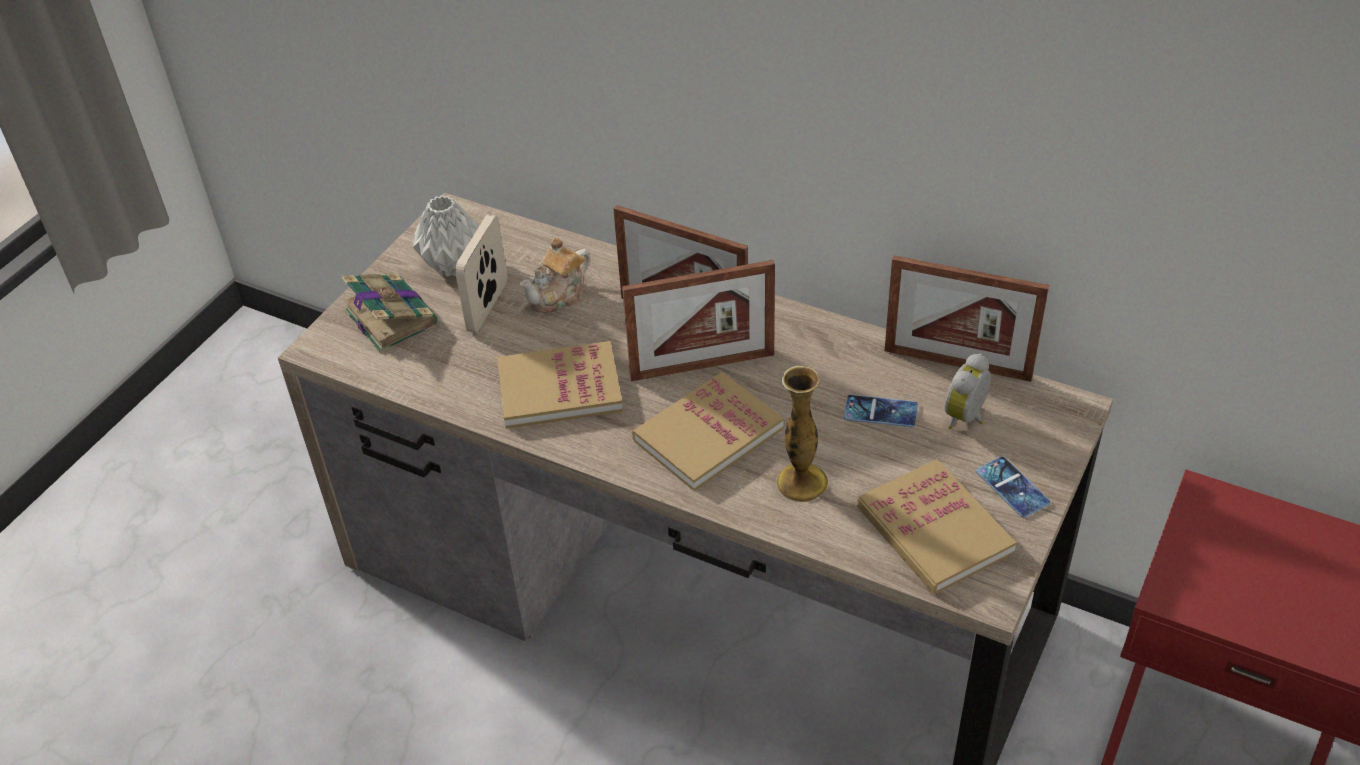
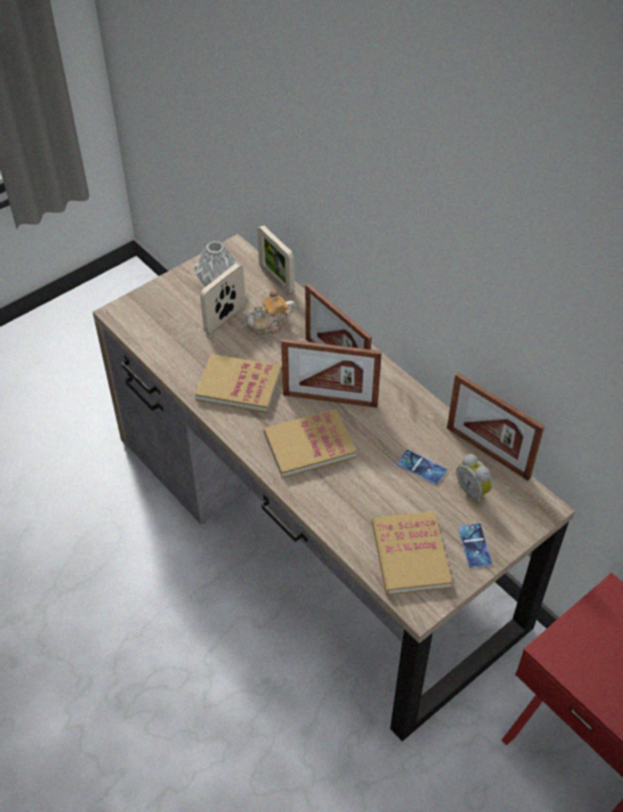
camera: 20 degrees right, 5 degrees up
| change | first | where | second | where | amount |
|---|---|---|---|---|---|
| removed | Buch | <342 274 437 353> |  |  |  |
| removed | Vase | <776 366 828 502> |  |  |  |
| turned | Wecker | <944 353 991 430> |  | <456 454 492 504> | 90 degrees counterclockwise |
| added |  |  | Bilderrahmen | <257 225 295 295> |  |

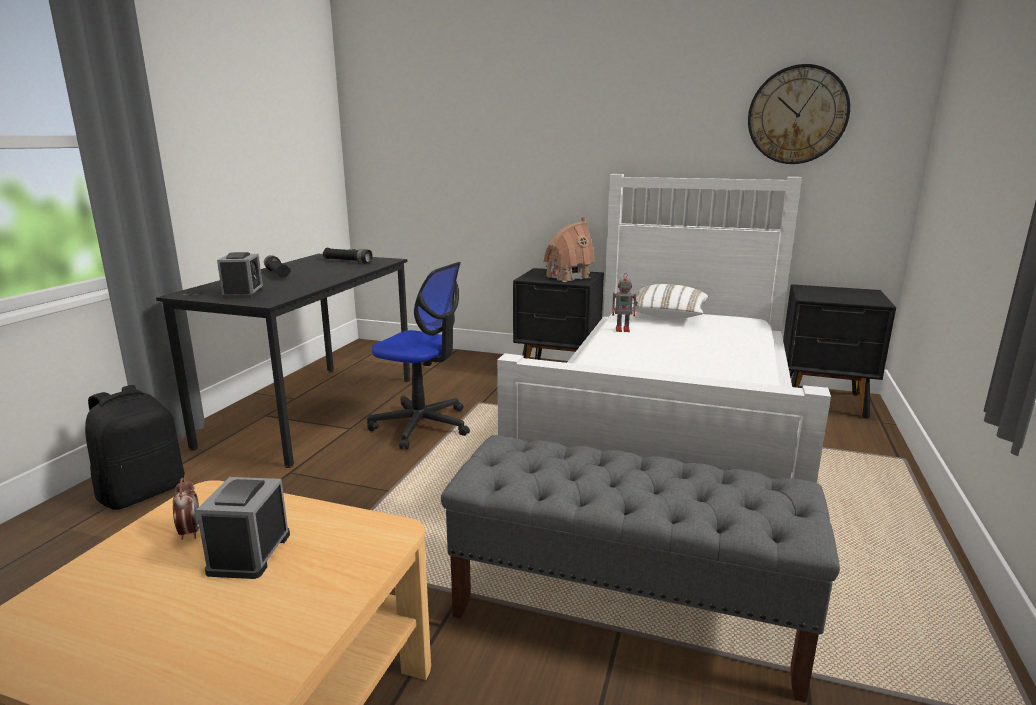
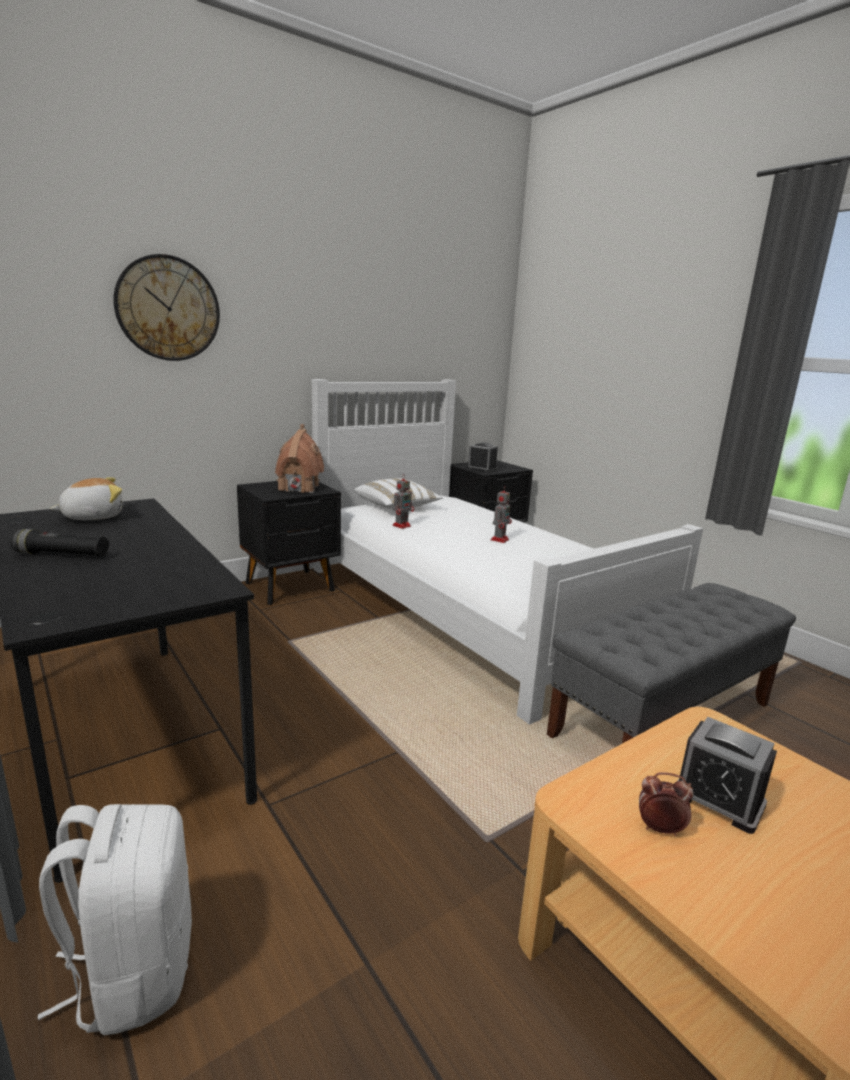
camera: 55 degrees left, 0 degrees up
| change | first | where | second | where | amount |
|---|---|---|---|---|---|
| recoloured | Rucksack/schwarz | <85 385 185 510> | Rucksack/weiß | <38 804 192 1035> |  |
| moved | Wecker | <217 252 264 299> |  | <467 442 498 472> |  |
| replaced | Taschenlampe/schwarz | <323 248 373 263> | Plüschtier | <50 477 122 520> |  |
| removed | Bürostuhl | <367 262 470 449> |  |  |  |
| moved | Wanduhr | <748 64 850 164> |  | <113 254 220 361> |  |
| added |  |  | Spielzeugroboter | <490 486 512 543> |  |

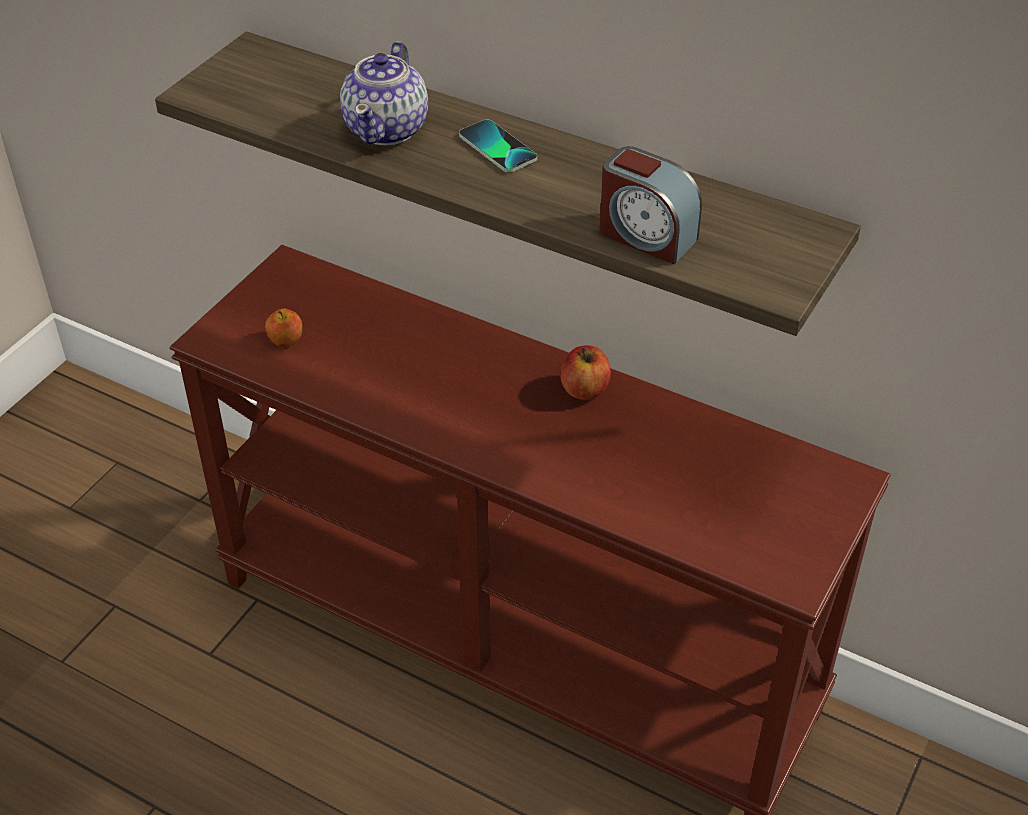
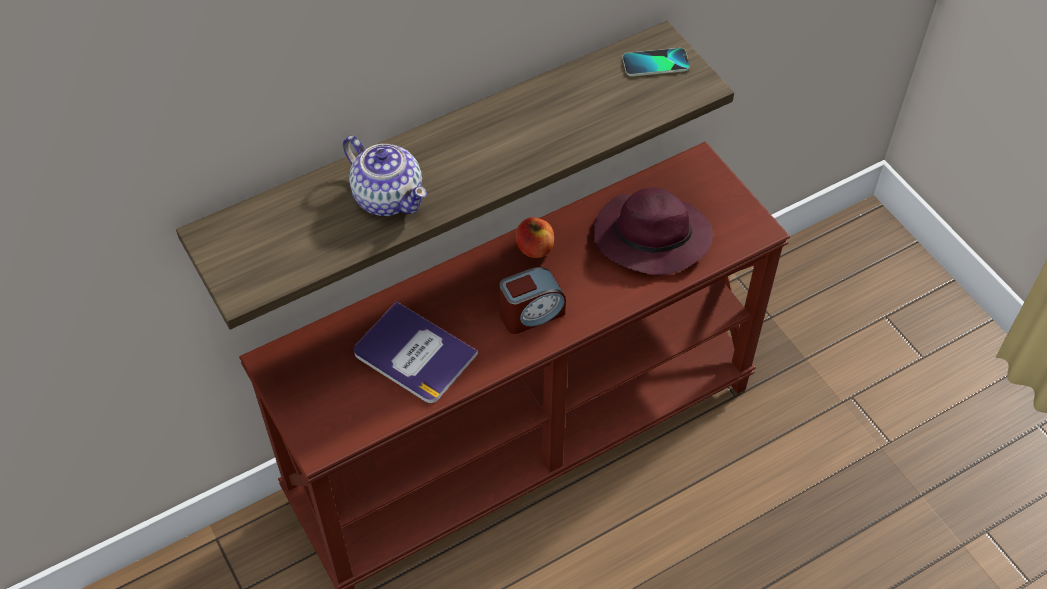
camera: 60 degrees left, 10 degrees up
| change | first | where | second | where | amount |
|---|---|---|---|---|---|
| removed | Apfel | <265 309 302 346> |  |  |  |
| moved | Handy | <459 120 537 173> |  | <622 48 690 76> |  |
| moved | Wecker | <600 146 702 264> |  | <499 267 566 334> |  |
| added |  |  | Buch | <354 301 478 403> |  |
| added |  |  | Hut/lila | <593 188 713 275> |  |

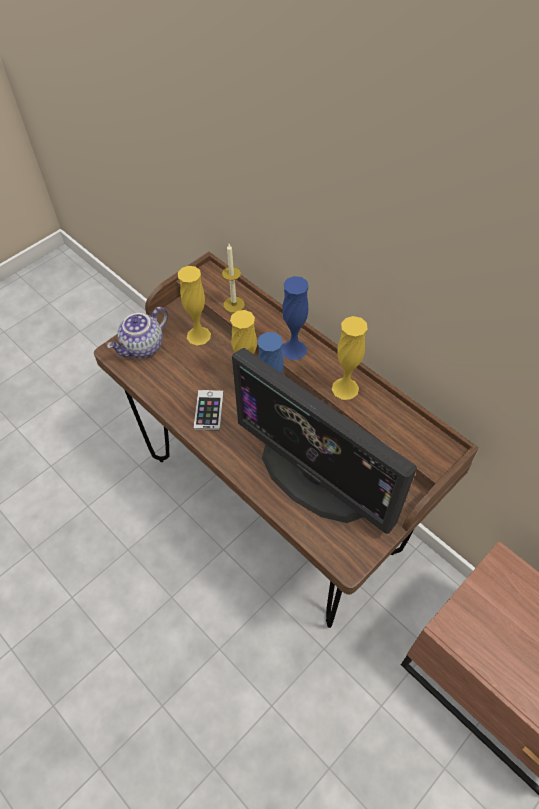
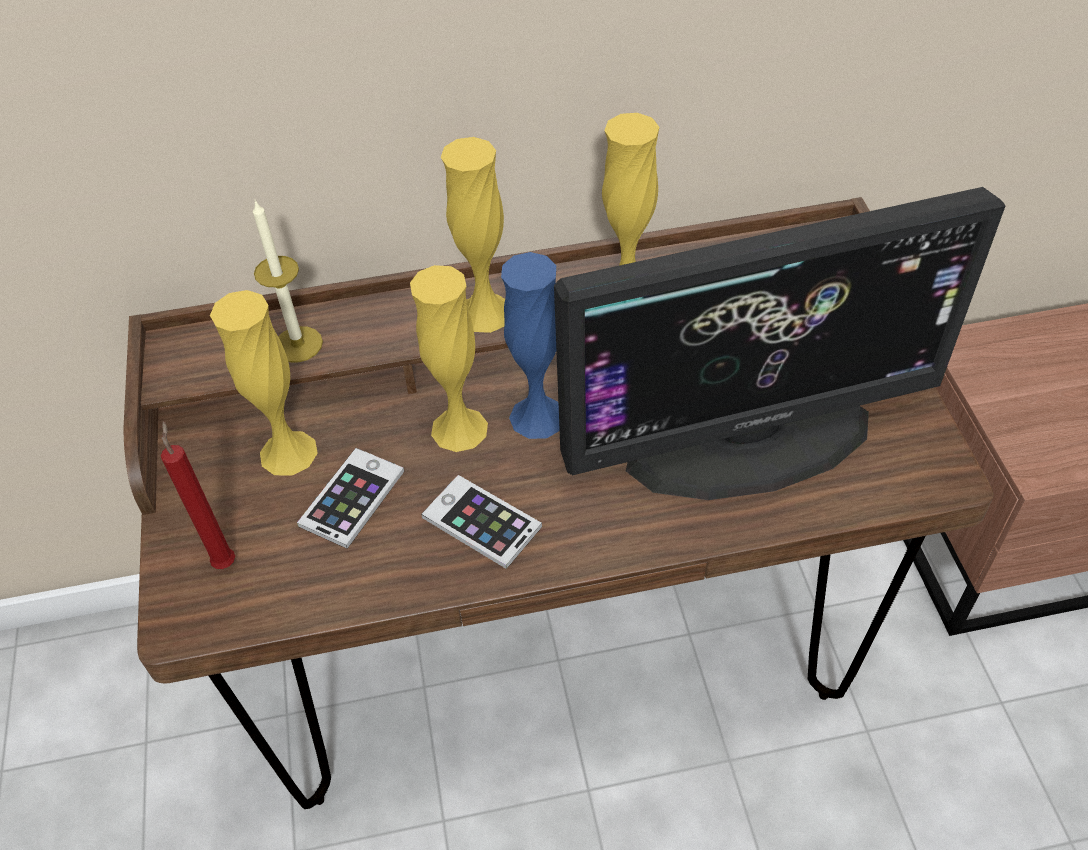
camera: 55 degrees left, 5 degrees down
| change | first | where | second | where | amount |
|---|---|---|---|---|---|
| replaced | Teekanne | <107 307 168 358> | Kerze/rot | <161 421 235 569> |  |
| recoloured | Vase/blau | <282 276 309 360> | Vase/gelb | <441 137 505 333> |  |
| added |  |  | Handy | <297 448 404 549> |  |

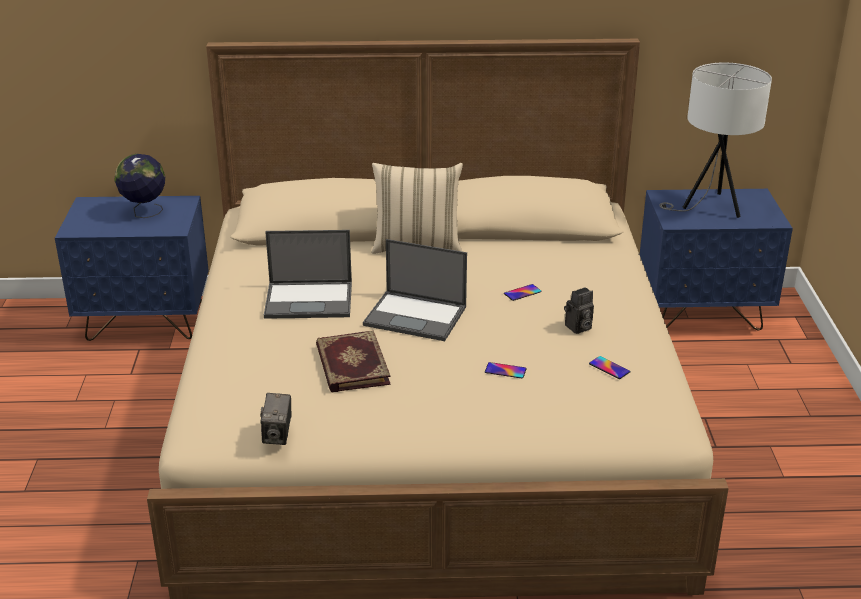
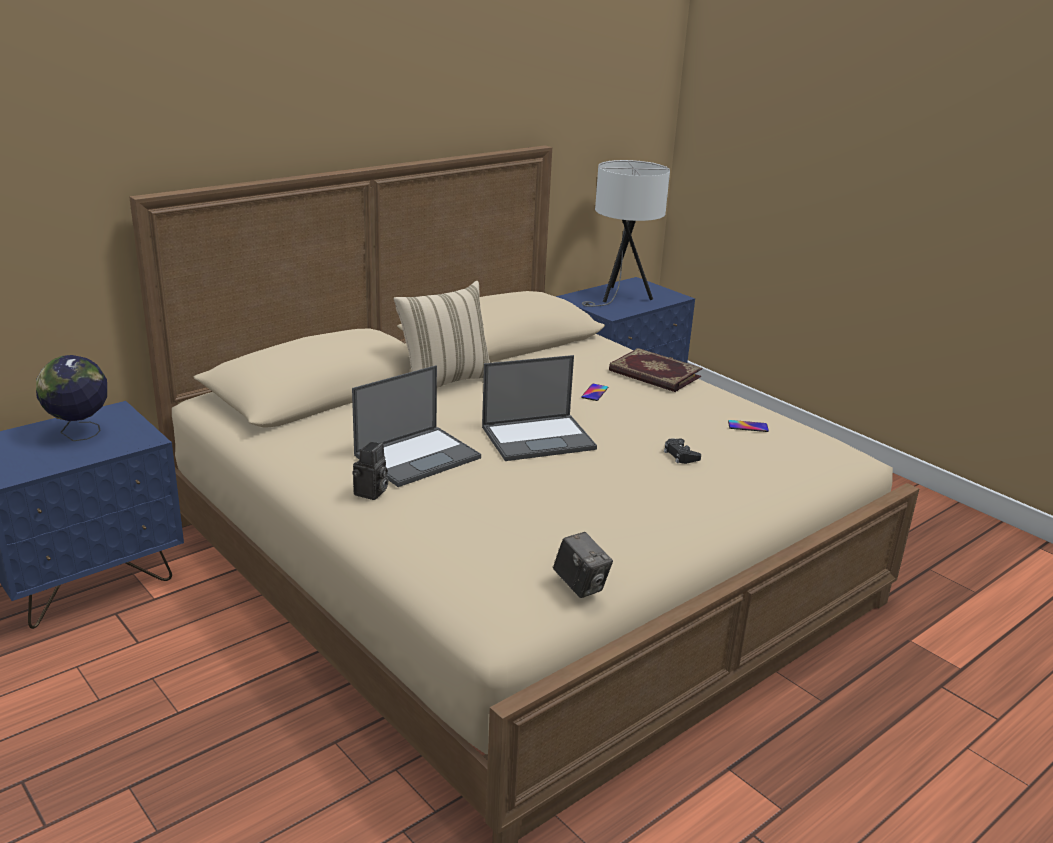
camera: 40 degrees left, 5 degrees down
| change | first | where | second | where | amount |
|---|---|---|---|---|---|
| moved | Buch | <316 330 391 392> |  | <609 348 702 392> |  |
| replaced | Handy | <485 362 527 378> | Gamepad/schwarz | <664 438 701 464> |  |
| moved | Kamera | <564 287 594 334> |  | <352 442 388 500> |  |

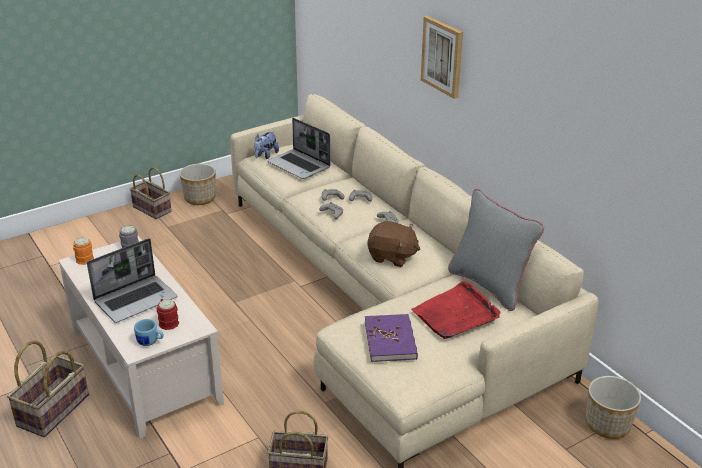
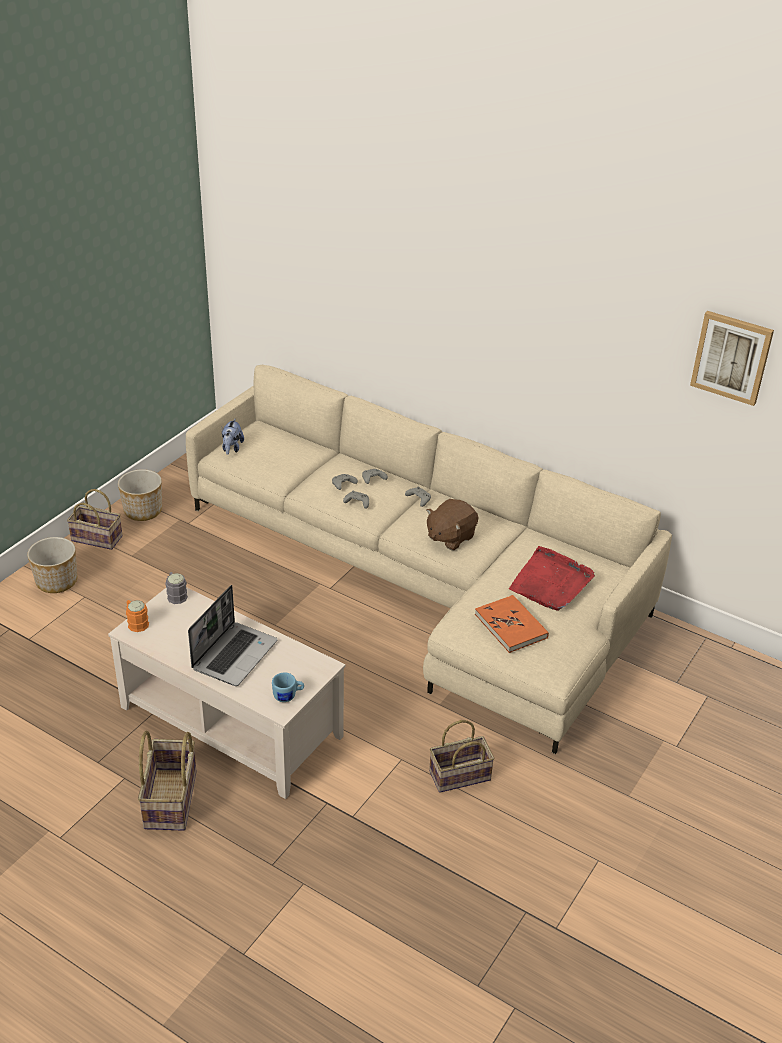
camera: 25 degrees left, 5 degrees up
| change | first | where | second | where | amount |
|---|---|---|---|---|---|
| removed | Henkelbecher/rot | <157 299 179 330> |  |  |  |
| removed | Laptop | <267 118 330 179> |  |  |  |
| recoloured | Buch/lila | <365 314 418 362> | Buch/orange | <475 595 549 653> |  |
| turned | Plüschtier/braun | <368 221 420 267> |  | <426 499 478 550> | 135 degrees clockwise |
| moved | Bild | <421 16 463 99> |  | <690 311 774 406> |  |
| removed | Kissen/grau | <448 189 544 311> |  |  |  |
| moved | Pflanzkübel | <586 376 641 439> |  | <27 537 77 593> |  |

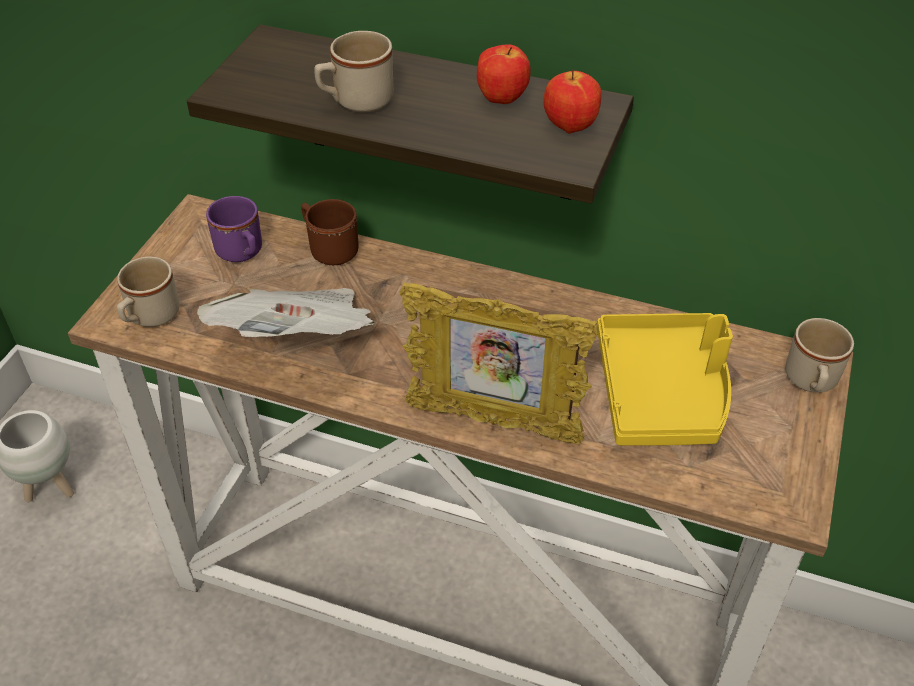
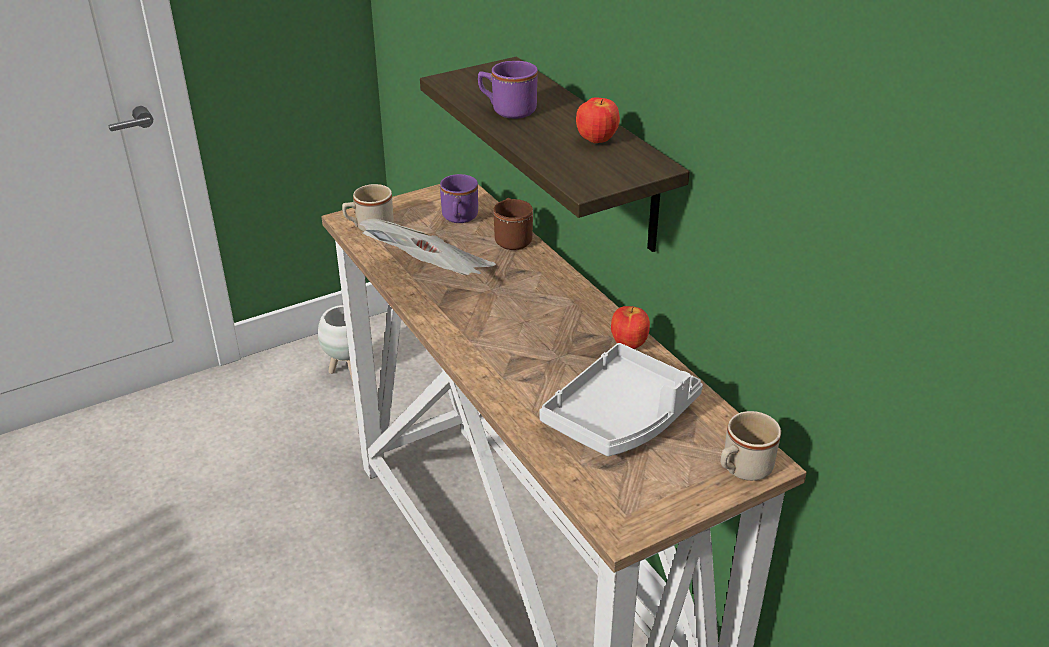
camera: 40 degrees right, 10 degrees down
| change | first | where | second | where | amount |
|---|---|---|---|---|---|
| recoloured | Henkelbecher/beige | <315 31 394 113> | Henkelbecher/lila | <478 61 538 119> |  |
| removed | Bilderrahmen | <400 282 599 444> |  |  |  |
| moved | Apfel | <543 70 601 134> |  | <611 306 650 349> |  |
| recoloured | Tablett/gelb | <597 313 733 445> | Tablett/grau | <539 343 703 456> |  |

